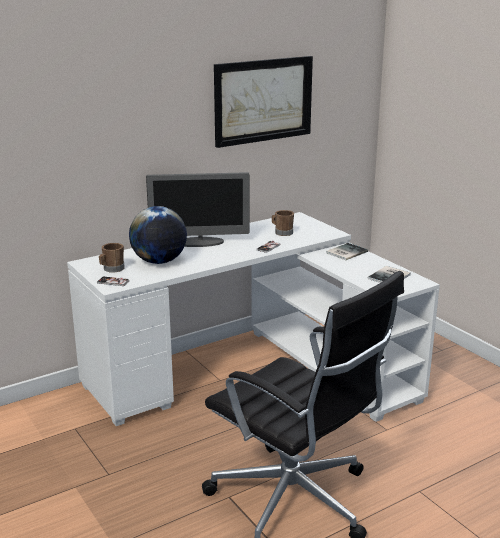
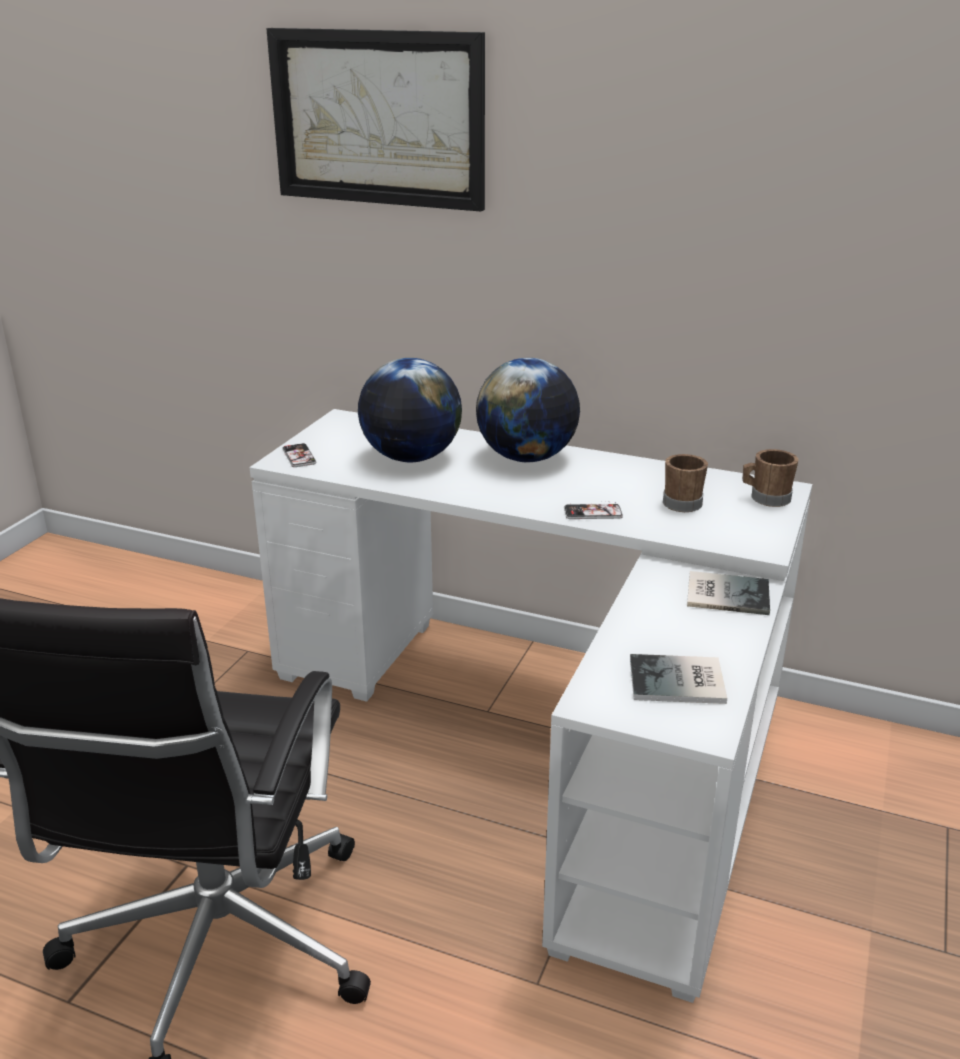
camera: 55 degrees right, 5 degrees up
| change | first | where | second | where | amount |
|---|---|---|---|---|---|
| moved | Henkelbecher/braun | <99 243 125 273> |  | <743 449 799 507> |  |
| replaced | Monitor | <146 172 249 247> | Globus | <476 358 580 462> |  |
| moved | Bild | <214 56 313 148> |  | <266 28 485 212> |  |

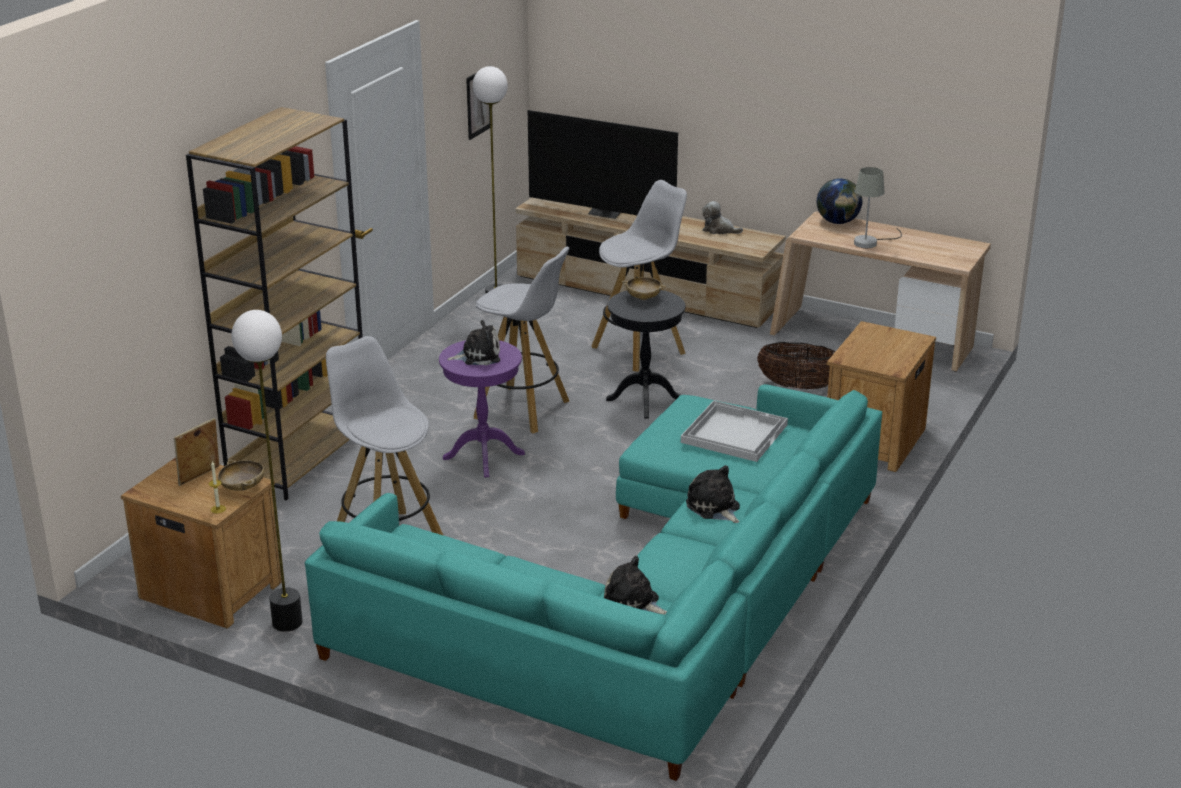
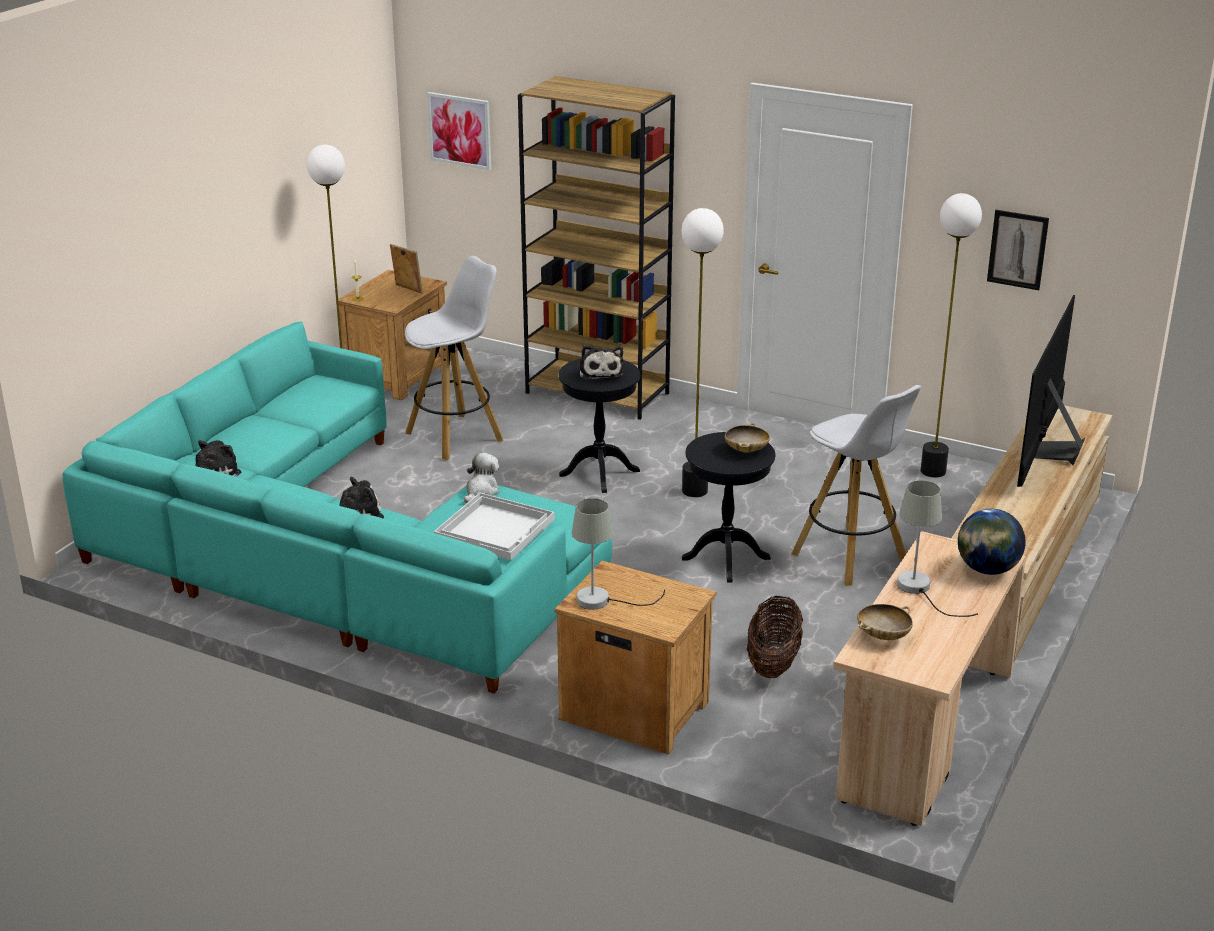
camera: 90 degrees right, 0 degrees up
| change | first | where | second | where | amount |
|---|---|---|---|---|---|
| moved | Schüssel/beige | <218 460 264 491> |  | <857 604 913 640> |  |
| recoloured | Beistelltisch/lila | <439 340 525 477> | Beistelltisch/schwarz | <559 358 640 493> |  |
| replaced | Hocker/weiß | <474 247 569 433> | Stehlampe | <682 208 724 497> |  |
| moved | Plüschtier | <702 201 743 234> |  | <464 453 499 504> |  |
| added |  |  | Bild | <427 92 491 170> |  |
| added |  |  | Tischlampe/grau | <572 498 665 610> |  |

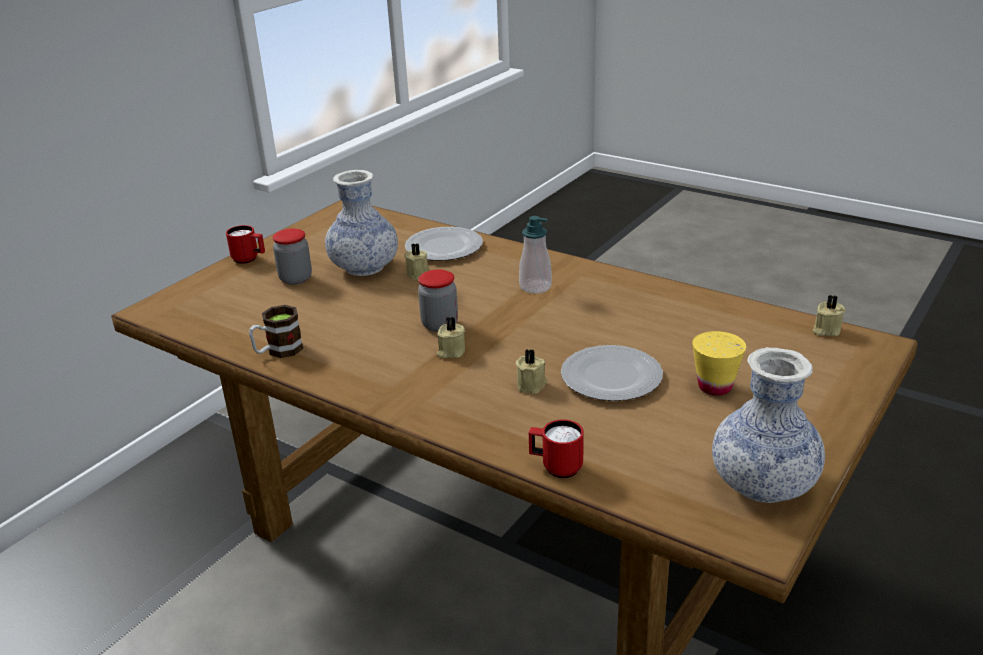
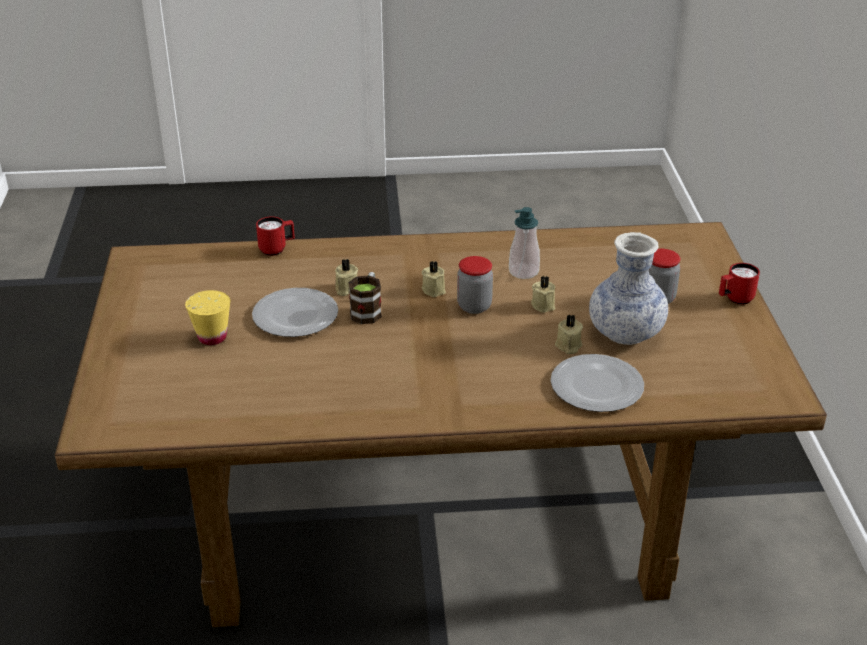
camera: 140 degrees right, 5 degrees up
| change | first | where | second | where | amount |
|---|---|---|---|---|---|
| moved | Henkelbecher | <249 305 303 358> |  | <348 272 382 324> |  |
| moved | Seifenspender | <519 216 552 294> |  | <509 207 540 279> |  |
| removed | Vase | <712 347 825 503> |  |  |  |
| moved | Kerze/beige | <812 295 845 336> |  | <531 276 555 313> |  |

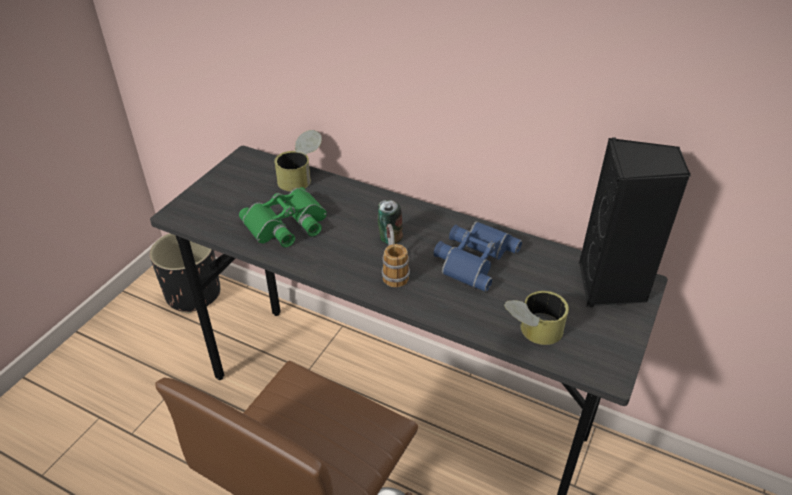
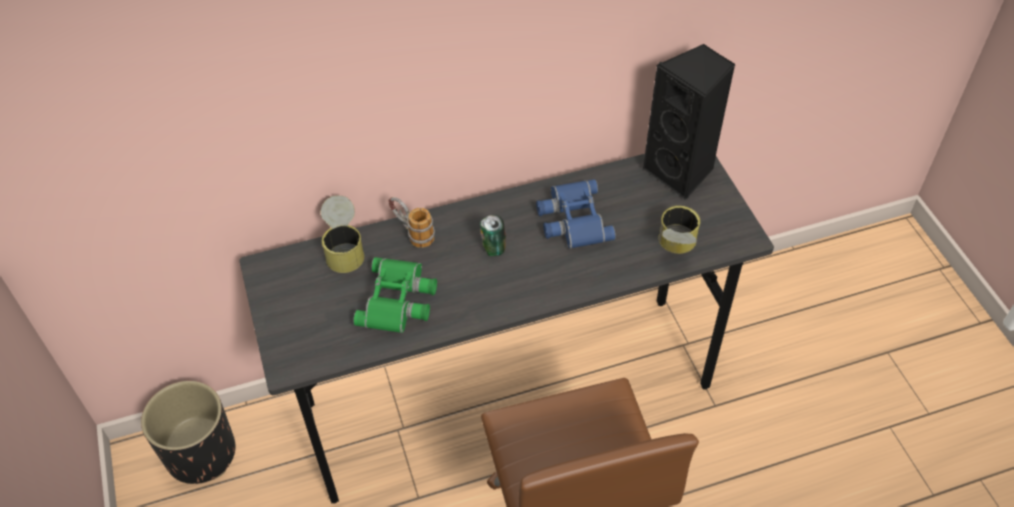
camera: 45 degrees left, 10 degrees up
| change | first | where | second | where | amount |
|---|---|---|---|---|---|
| moved | Henkelbecher | <382 224 410 287> |  | <389 197 435 248> |  |

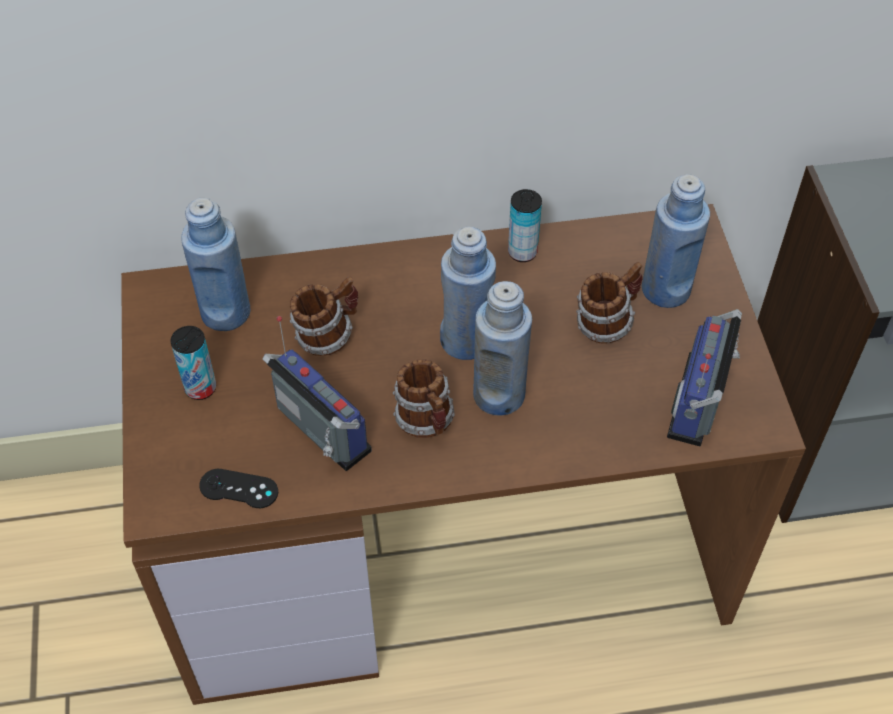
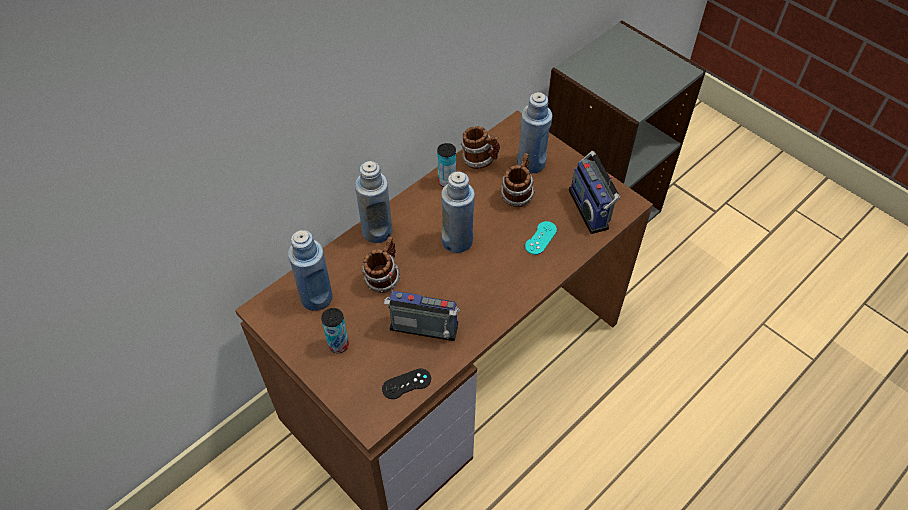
camera: 35 degrees left, 0 degrees up
| change | first | where | second | where | amount |
|---|---|---|---|---|---|
| moved | Henkelbecher | <393 360 455 438> |  | <461 126 500 169> |  |
| moved | Flasche/blau | <473 281 532 416> |  | <355 161 392 243> |  |
| added |  |  | Gamepad/türkis | <525 221 557 255> |  |

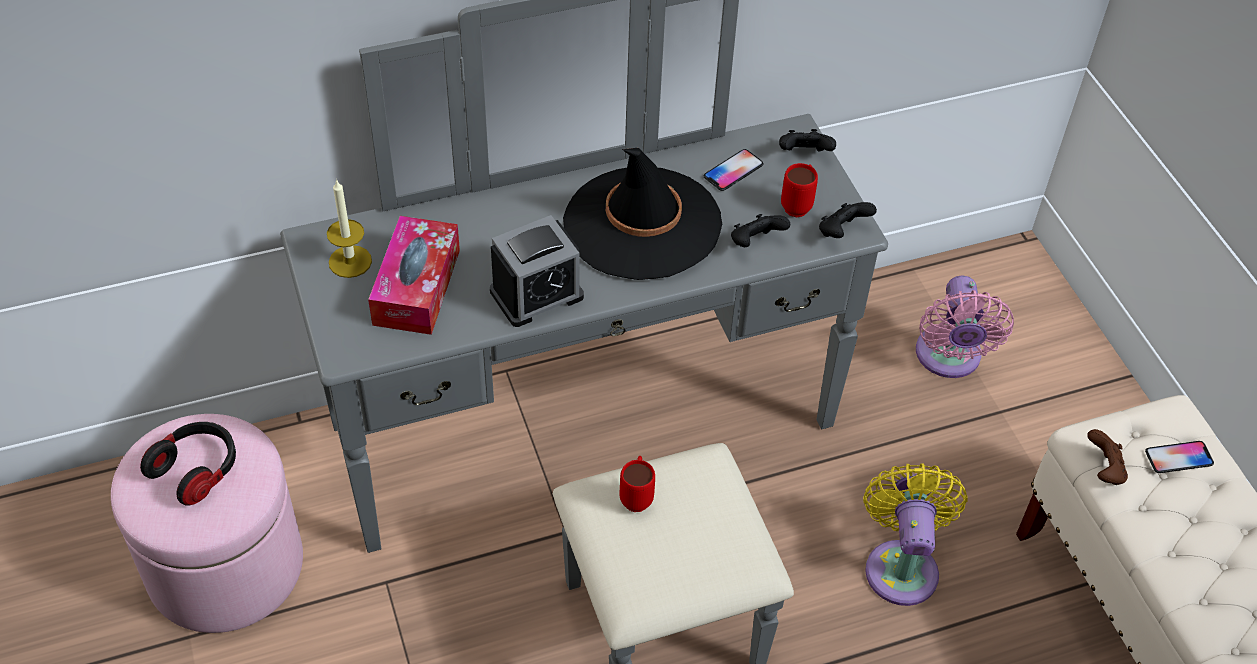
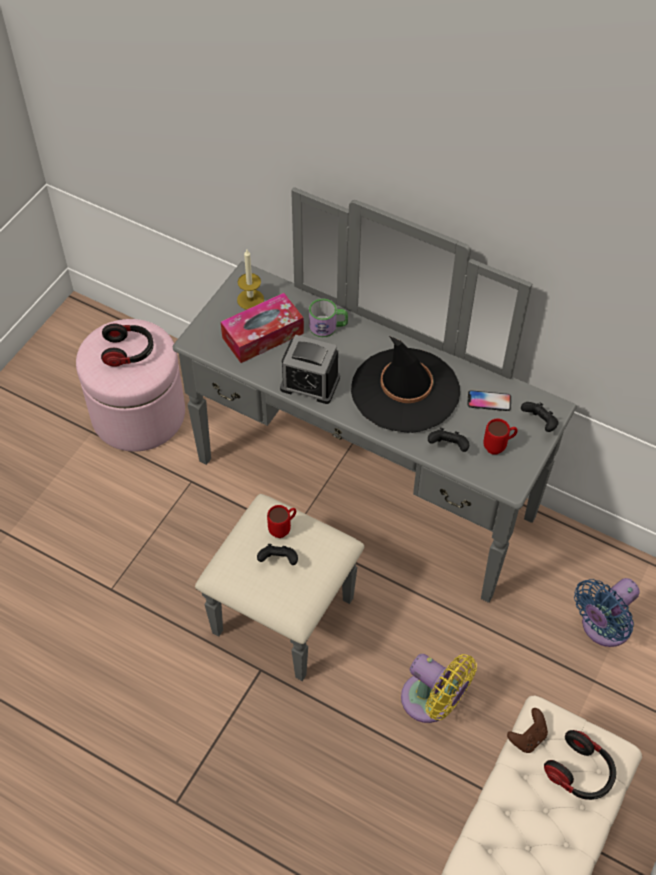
camera: 50 degrees right, 5 degrees up
| change | first | where | second | where | amount |
|---|---|---|---|---|---|
| moved | Gamepad/schwarz | <819 202 877 238> |  | <257 544 298 565> |  |
| turned | Ventilator/gelb | <863 463 968 606> |  | <401 654 477 723> | 75 degrees clockwise |
| recoloured | Ventilator/rosa | <916 276 1014 378> | Ventilator/blau | <574 578 640 647> |  |
| replaced | Handy | <1145 441 1214 473> | Kopfhörer | <544 730 616 800> |  |
| added |  |  | Henkelbecher | <309 298 348 337> |  |

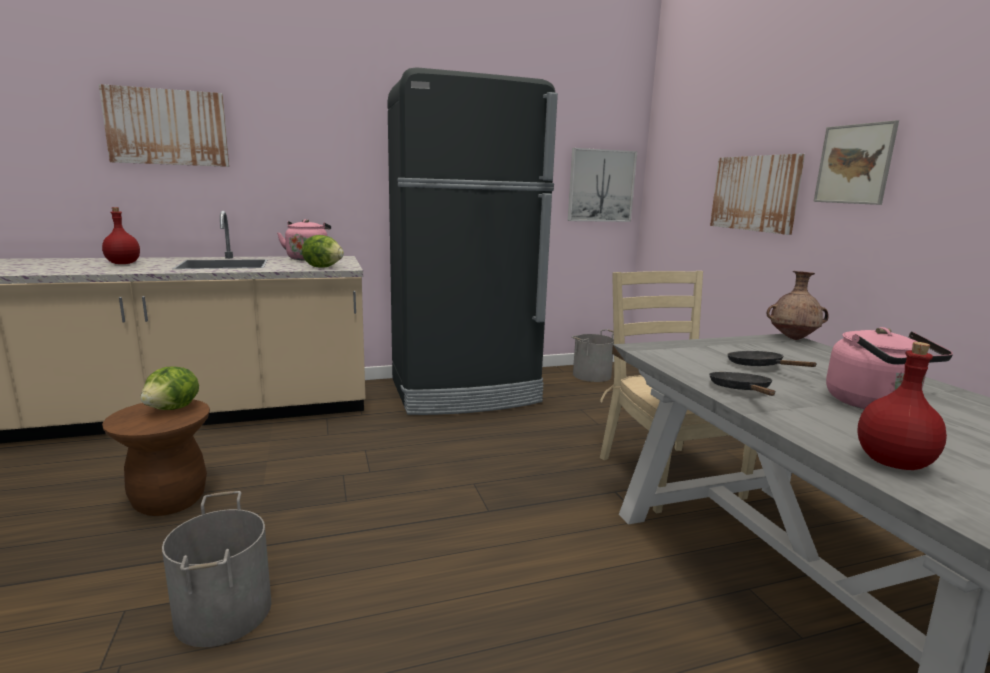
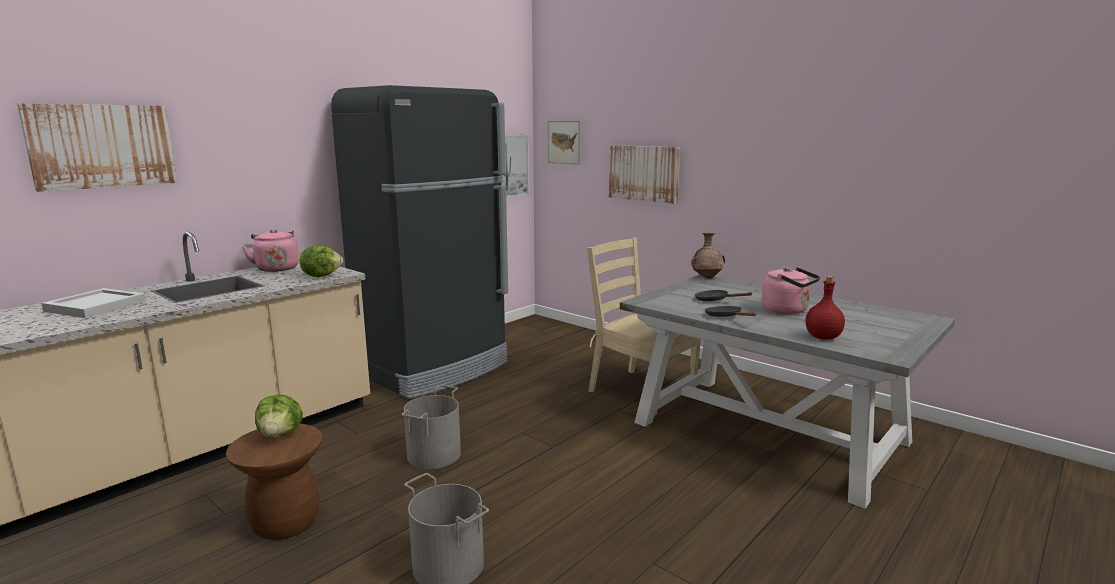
camera: 30 degrees left, 0 degrees up
| change | first | where | second | where | amount |
|---|---|---|---|---|---|
| replaced | Flasche/rot | <102 207 140 264> | Tablett/weiß | <41 288 146 318> |  |
| moved | Eimer/grau | <572 329 614 382> |  | <401 385 461 469> |  |
| moved | Bild | <813 120 899 205> |  | <548 121 581 165> |  |

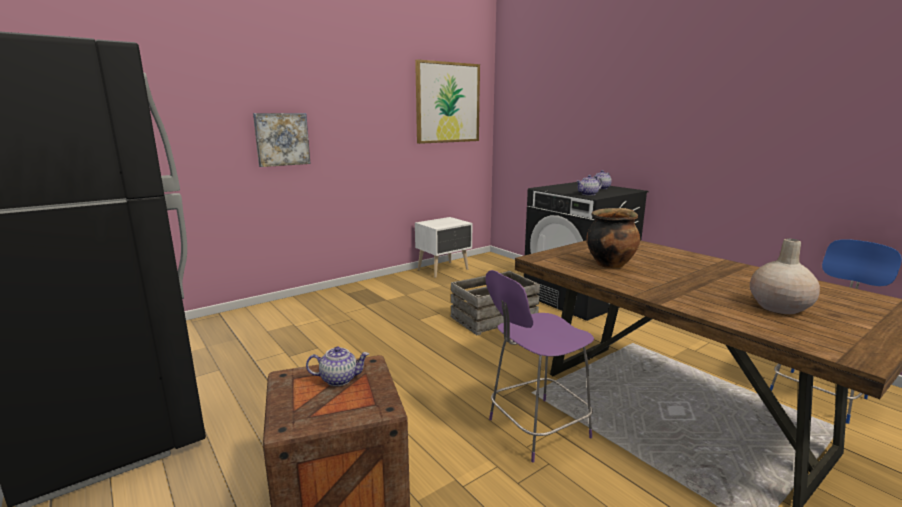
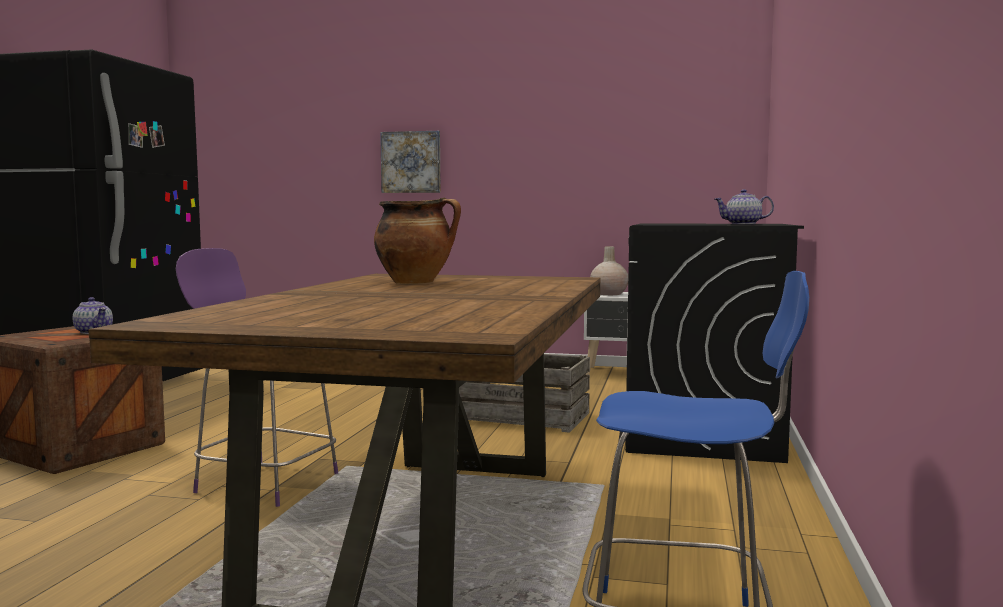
camera: 50 degrees right, 10 degrees down
| change | first | where | second | where | amount |
|---|---|---|---|---|---|
| removed | Bild | <415 59 480 144> |  |  |  |
| removed | Teekanne | <576 175 602 196> |  |  |  |
| moved | Vase/beige | <750 238 820 314> |  | <590 246 628 295> |  |

